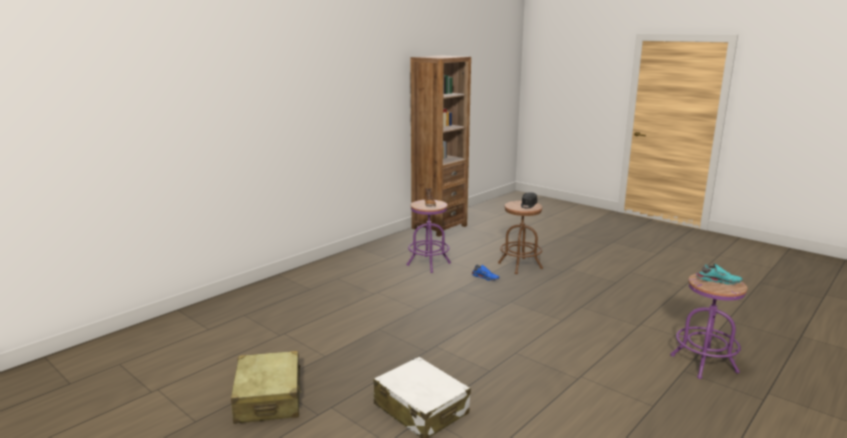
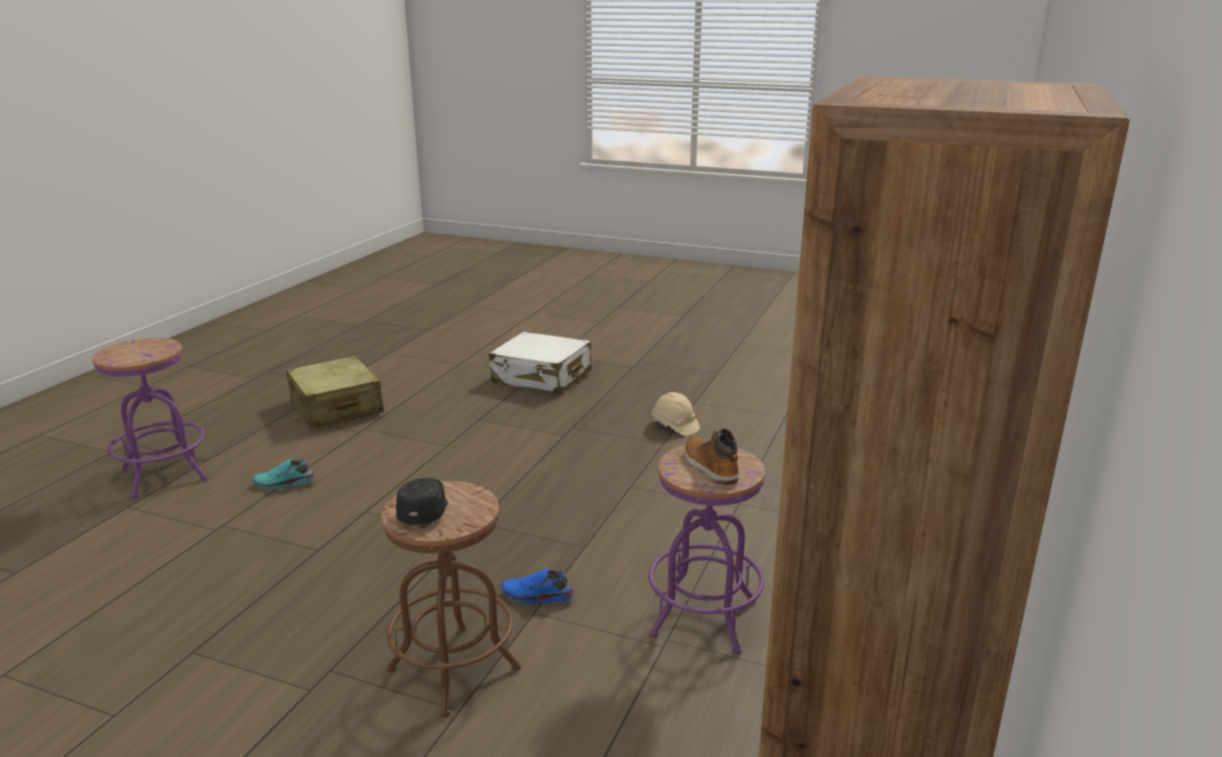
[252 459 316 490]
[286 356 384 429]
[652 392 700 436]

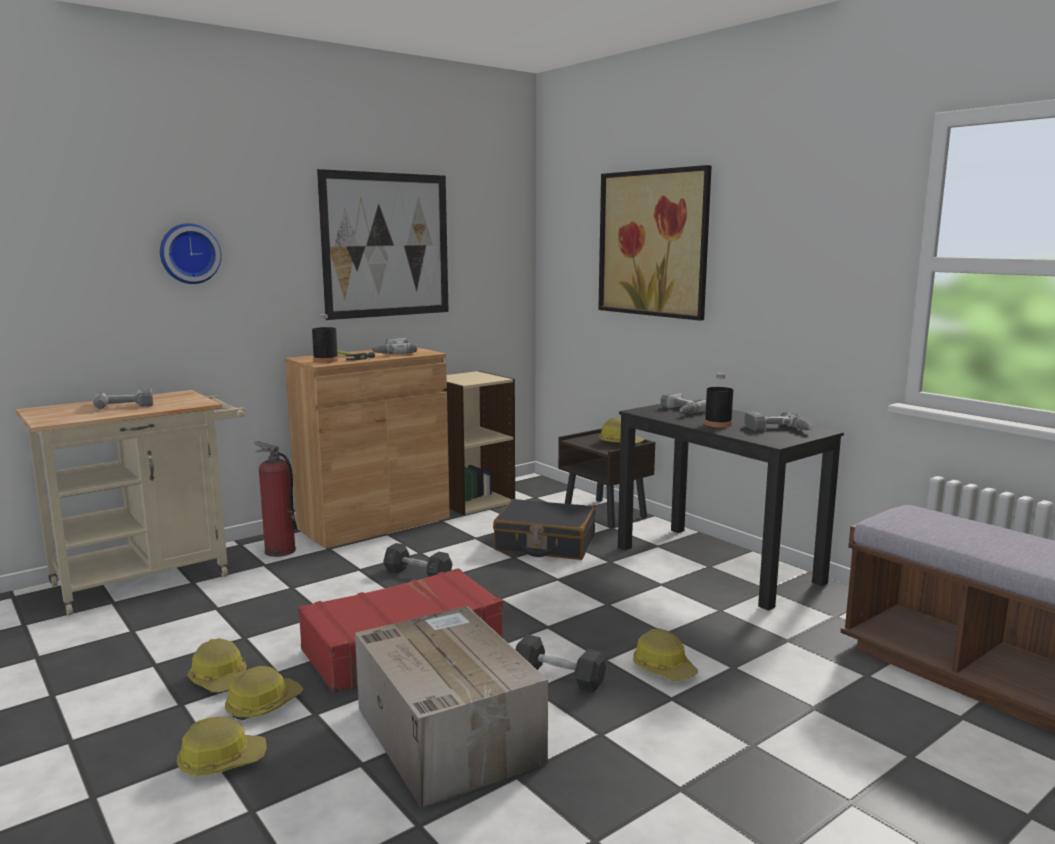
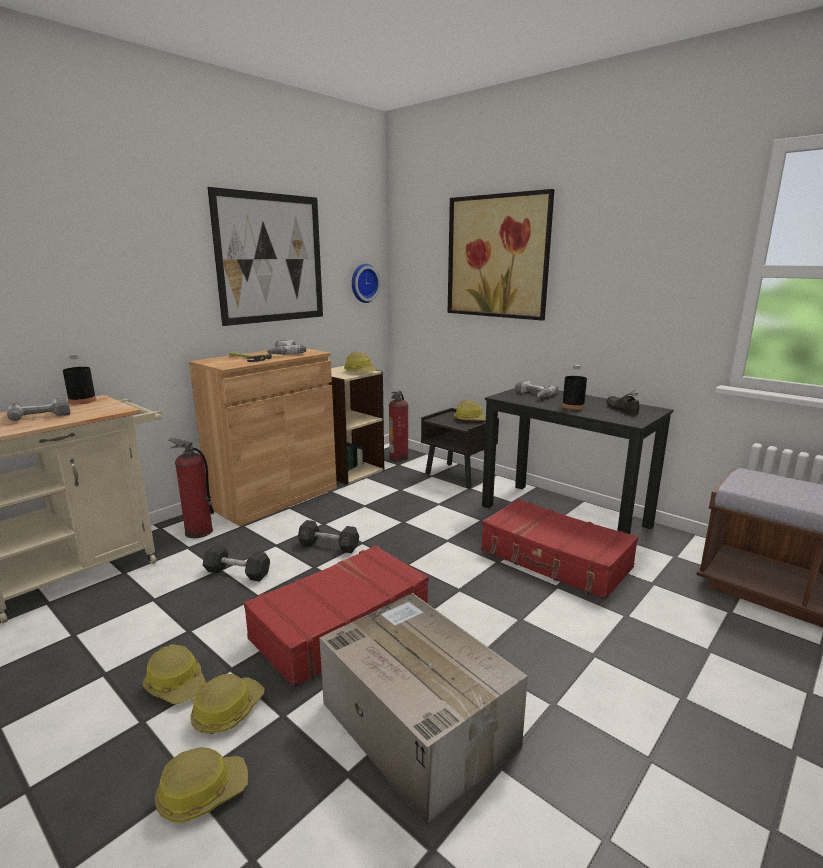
[352 264 381 303]
[63 354 96 404]
[606 389 640 415]
[493 499 595 560] (first image)
[344 352 378 372]
[203 544 270 582]
[389 391 409 462]
[481 499 638 600]

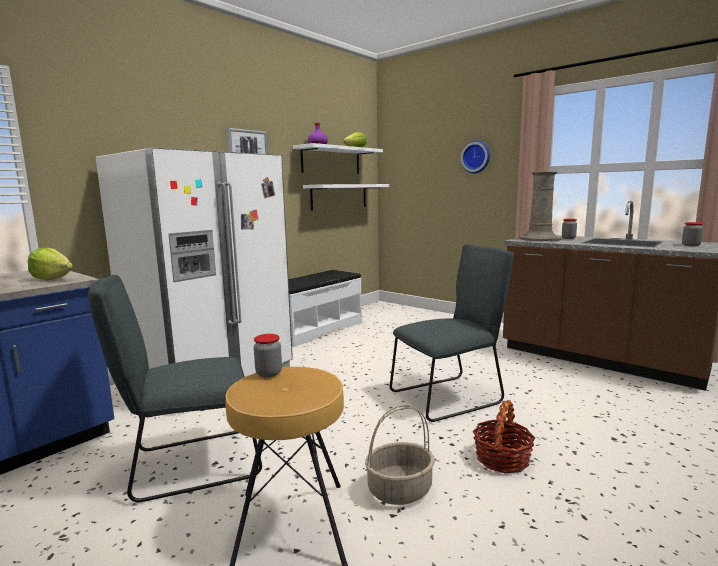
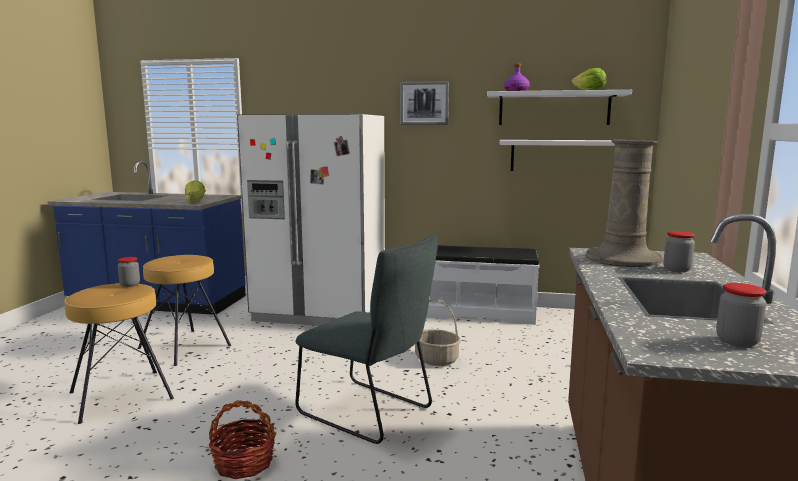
[461 140 490 174] (first image)
[138 255 231 366]
[415 299 461 366]

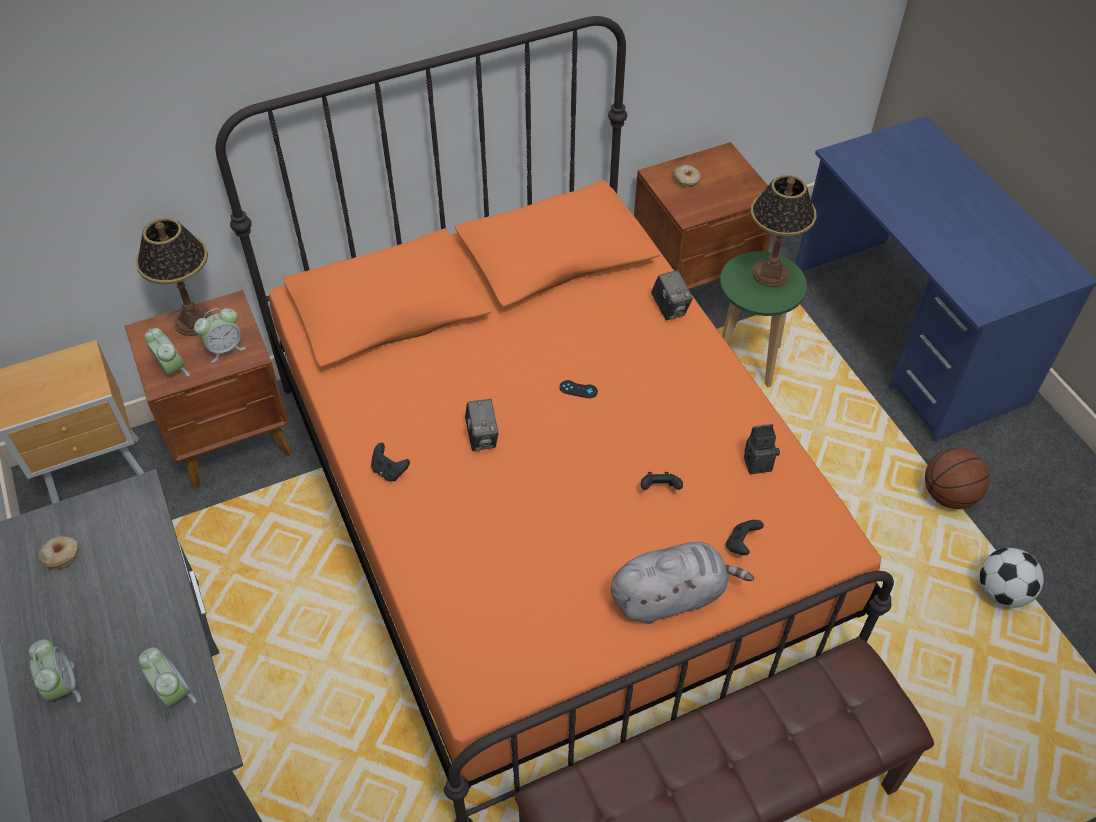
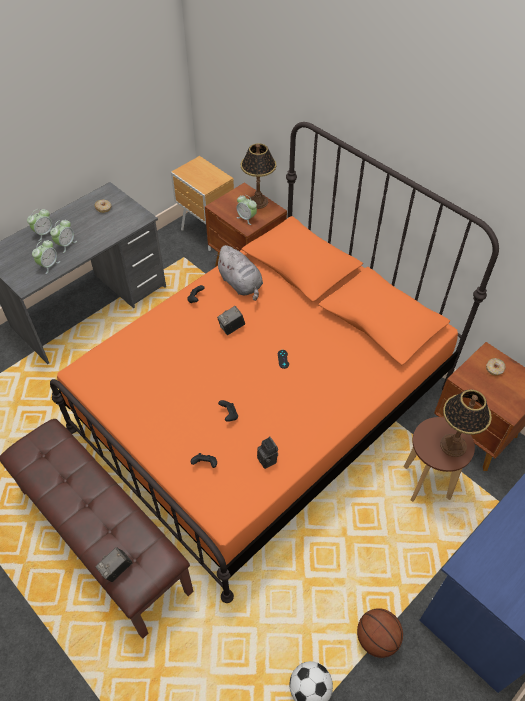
[404 417 475 502]
[96 547 132 582]
[50 220 77 253]
[214 245 263 301]

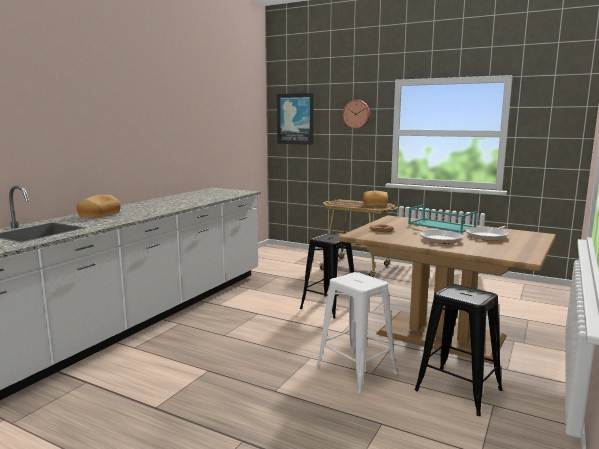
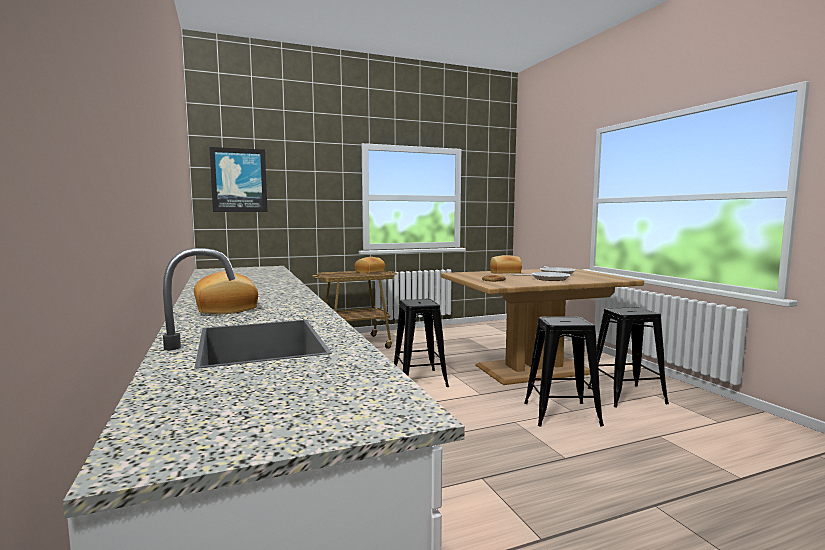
[342 100 370 129] (first image)
[490 255 522 273]
[524 317 604 427]

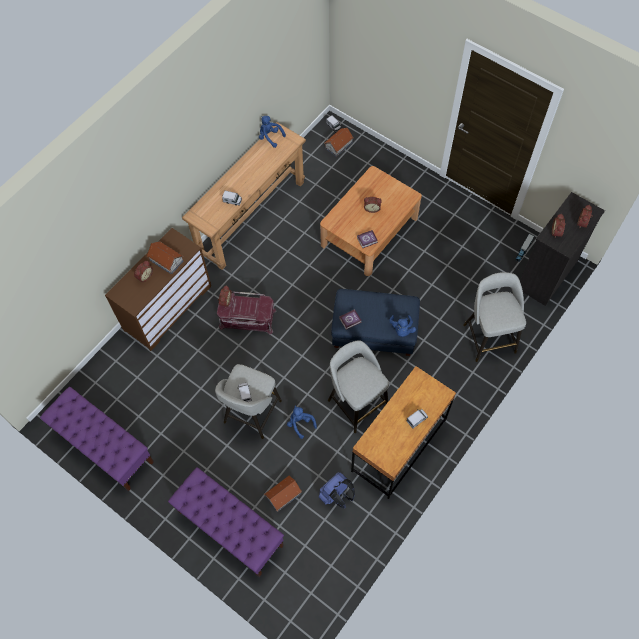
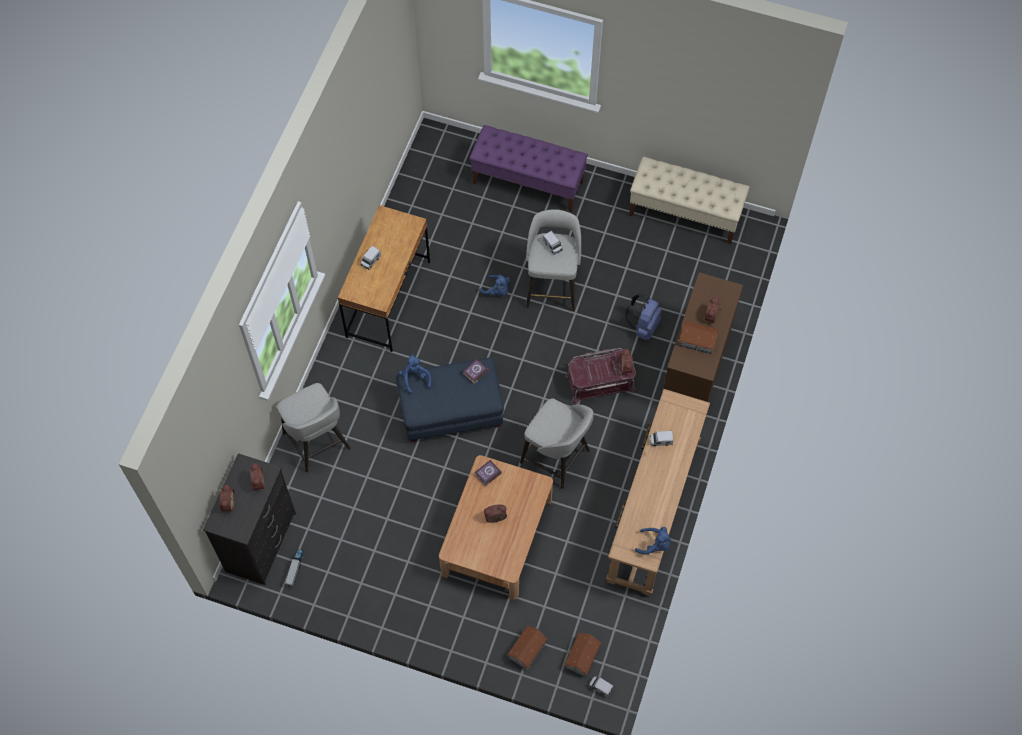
[520 398 593 489]
[629 157 750 245]
[626 294 662 340]
[507 625 548 671]

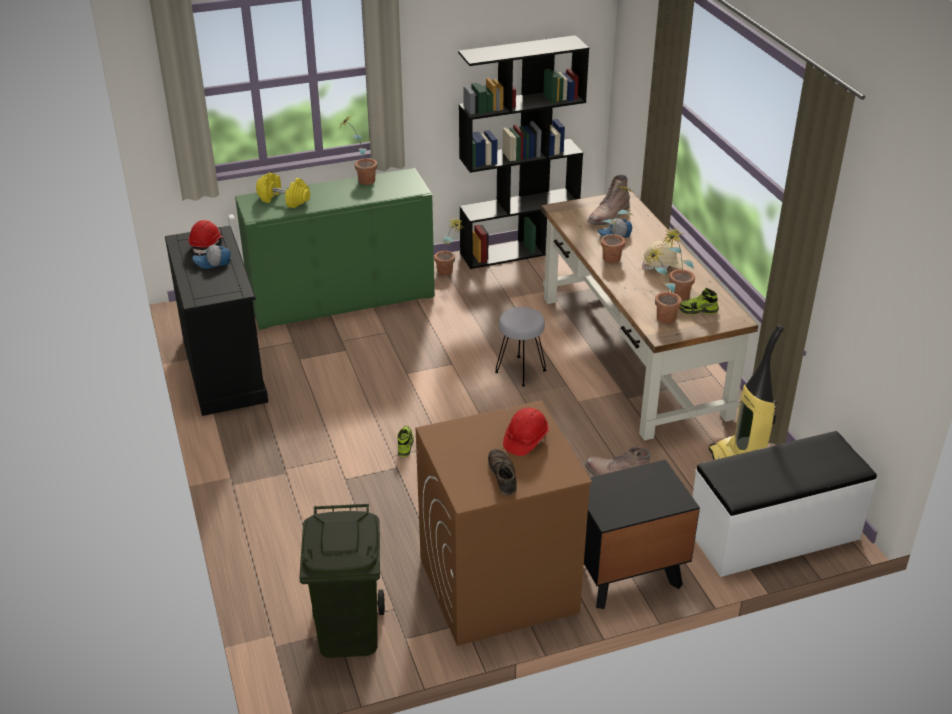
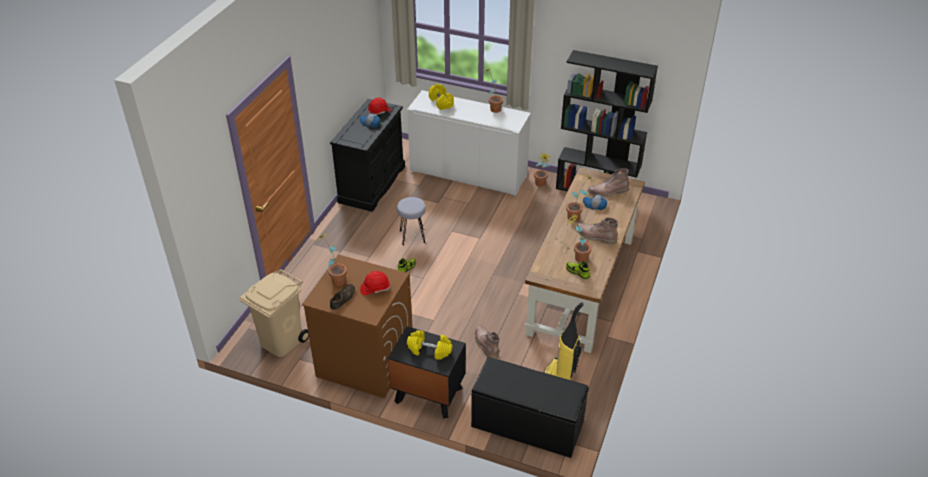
[407 90 531 196]
[577 217 618 245]
[316 233 347 286]
[397 197 426 245]
[471 357 589 458]
[240 269 309 357]
[407 330 452 360]

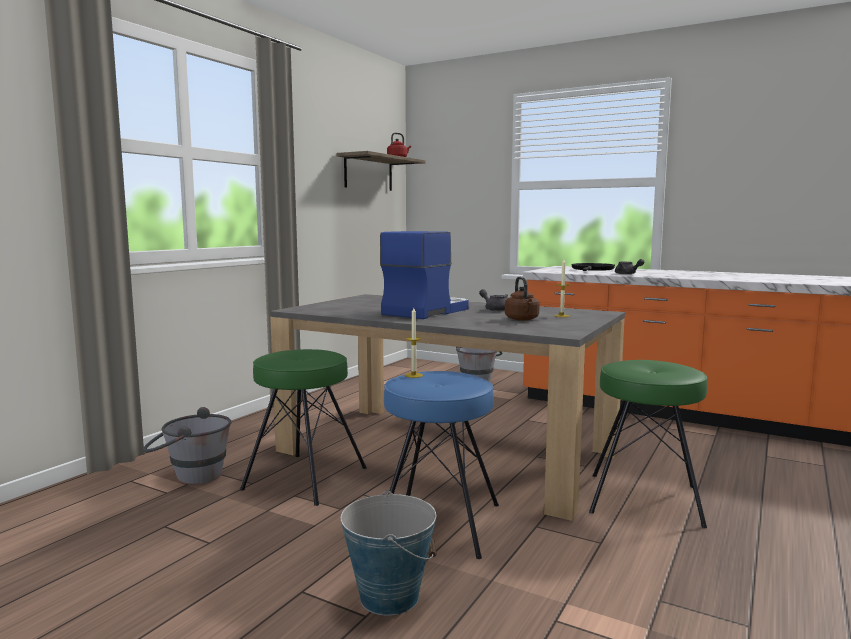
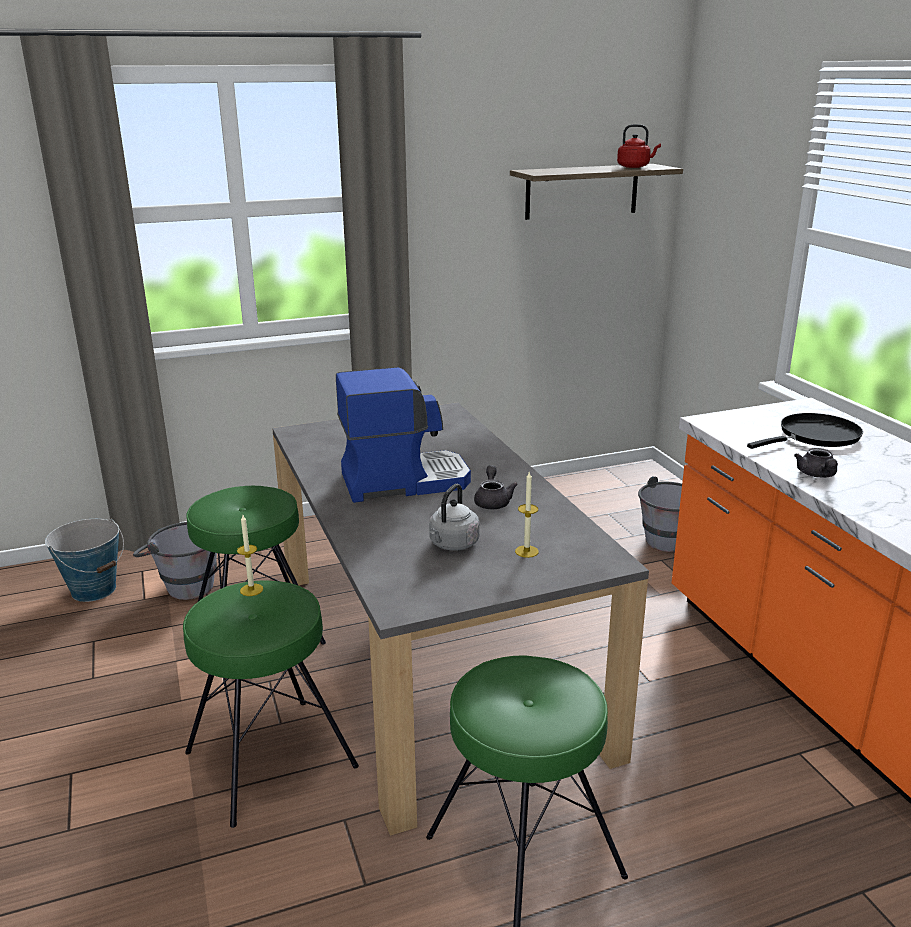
[429 484 479 551]
[183 580 359 828]
[45 519 124 602]

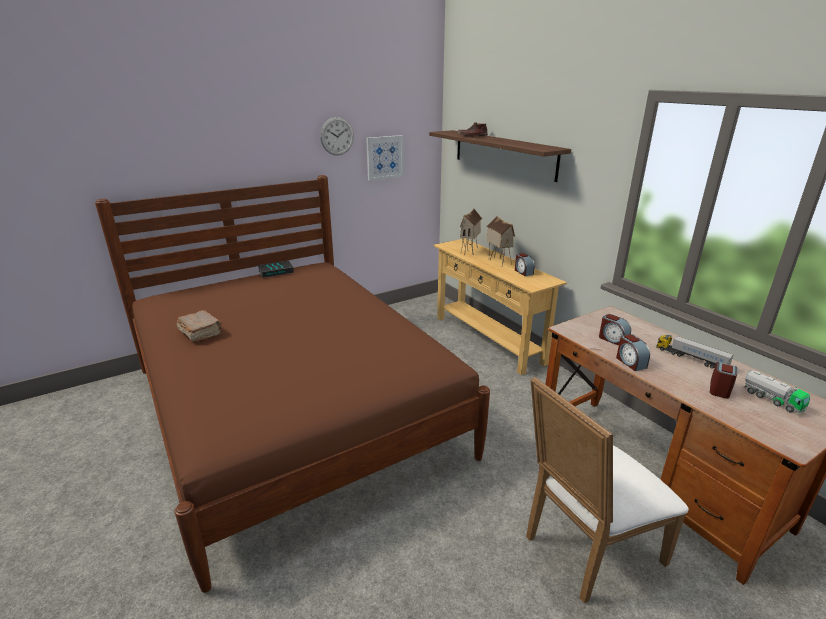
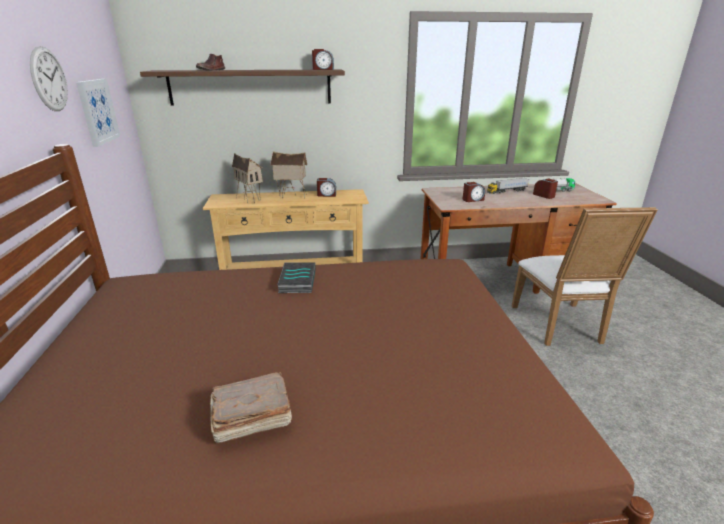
[277 262 316 293]
[312 49 334 70]

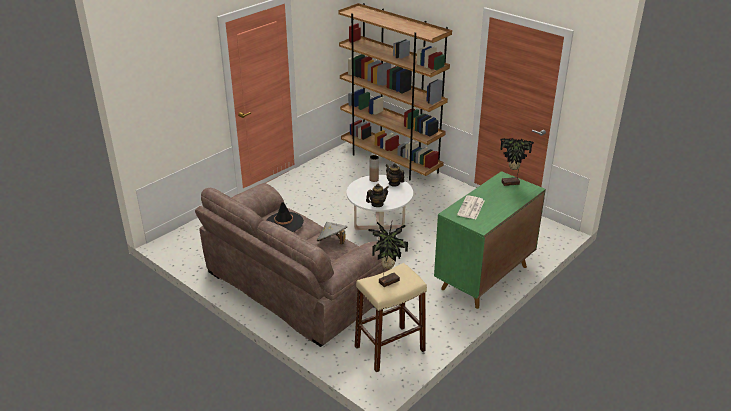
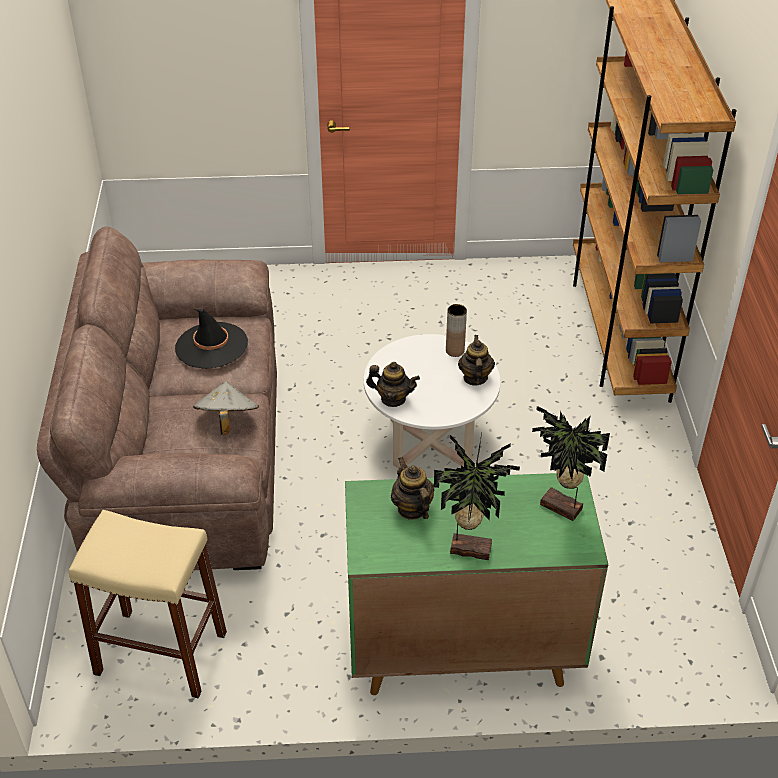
[391 457 434 520]
[434 433 520 560]

